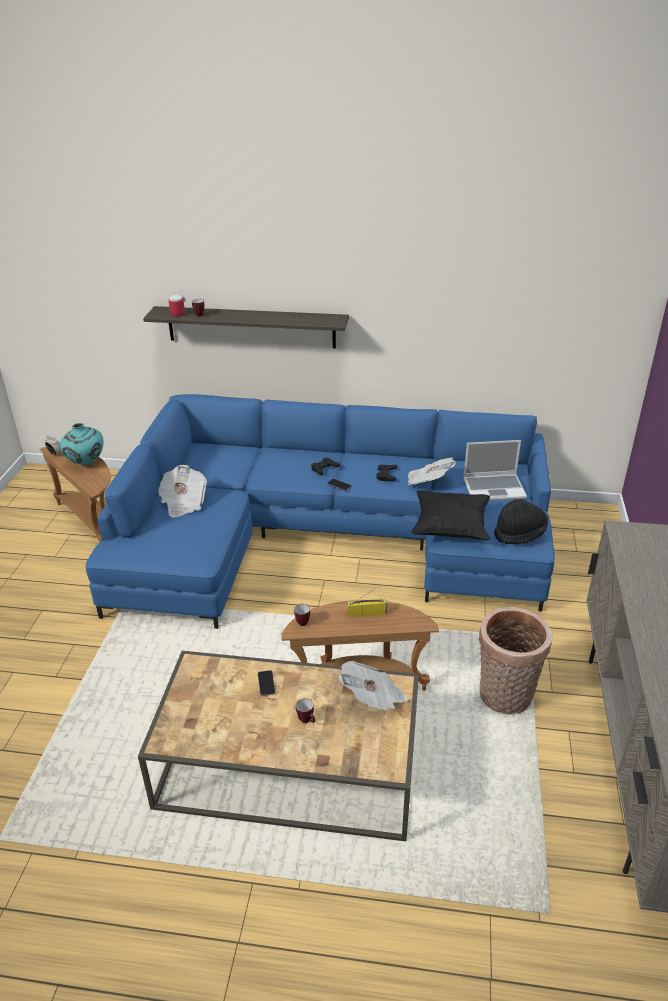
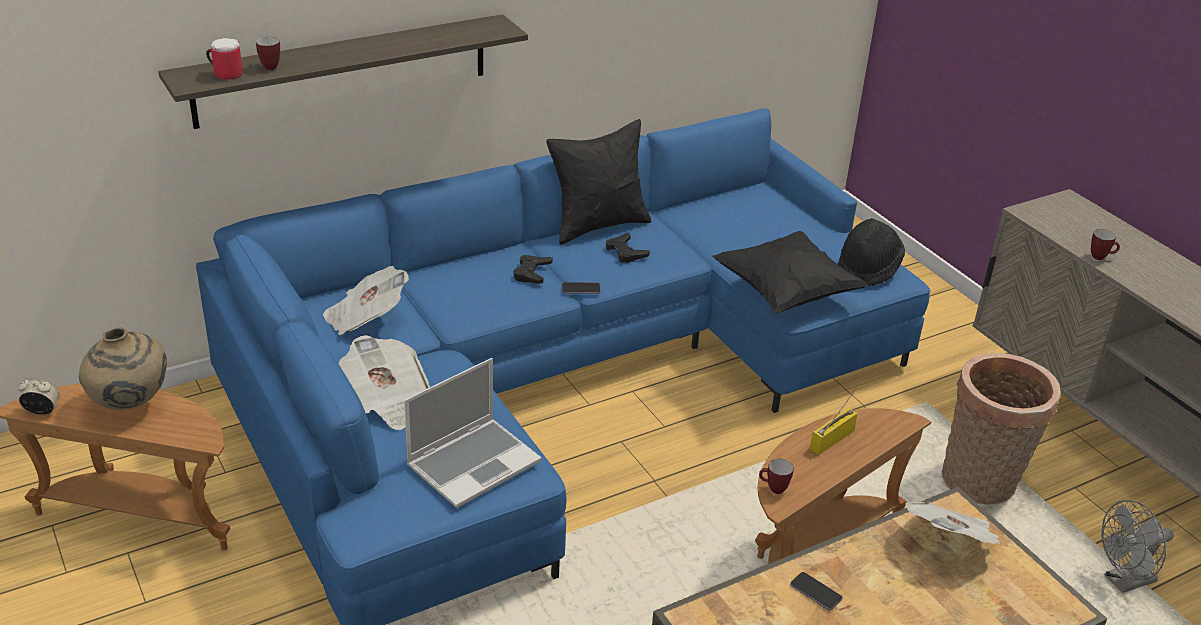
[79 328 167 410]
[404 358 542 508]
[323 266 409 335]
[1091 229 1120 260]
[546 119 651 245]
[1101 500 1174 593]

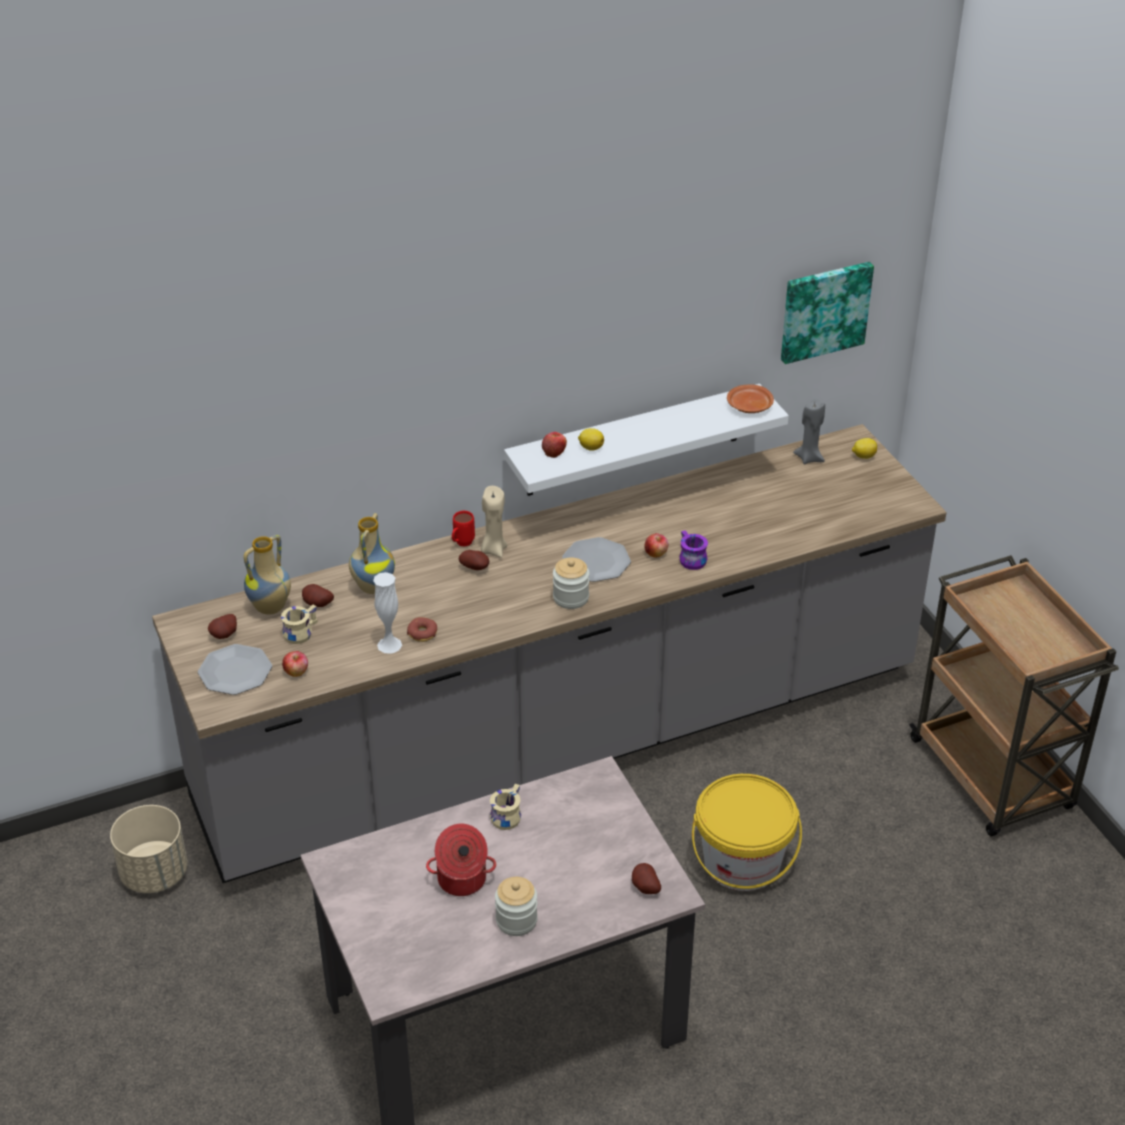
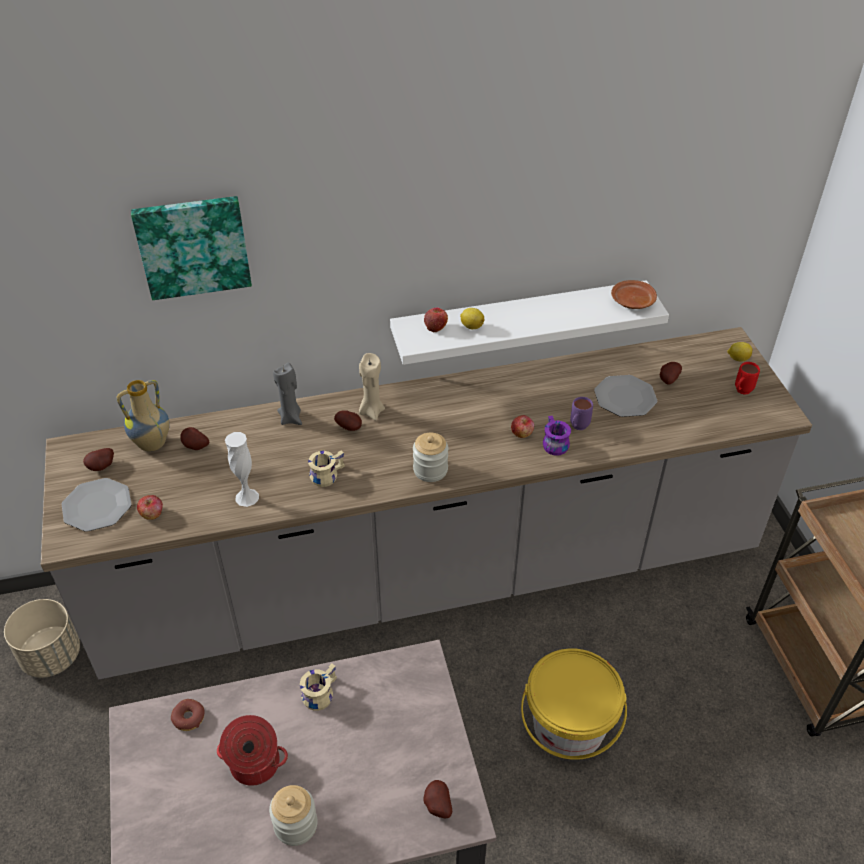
[131 196 252 300]
[273 363 302 425]
[735 362 760 395]
[349 513 395 594] (first image)
[594 375 657 417]
[308 450 345 487]
[171 699 205 731]
[660 362 682 385]
[570 397 593 430]

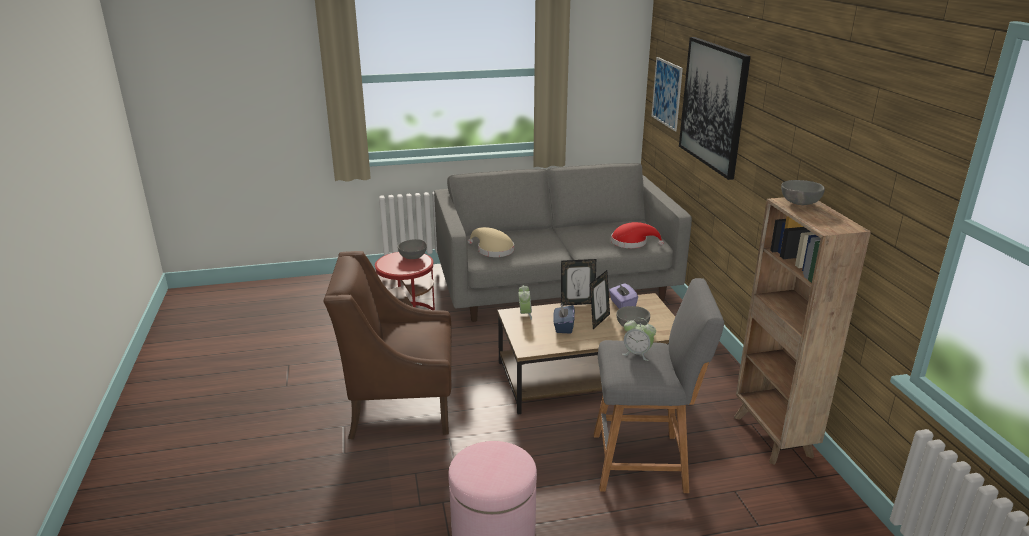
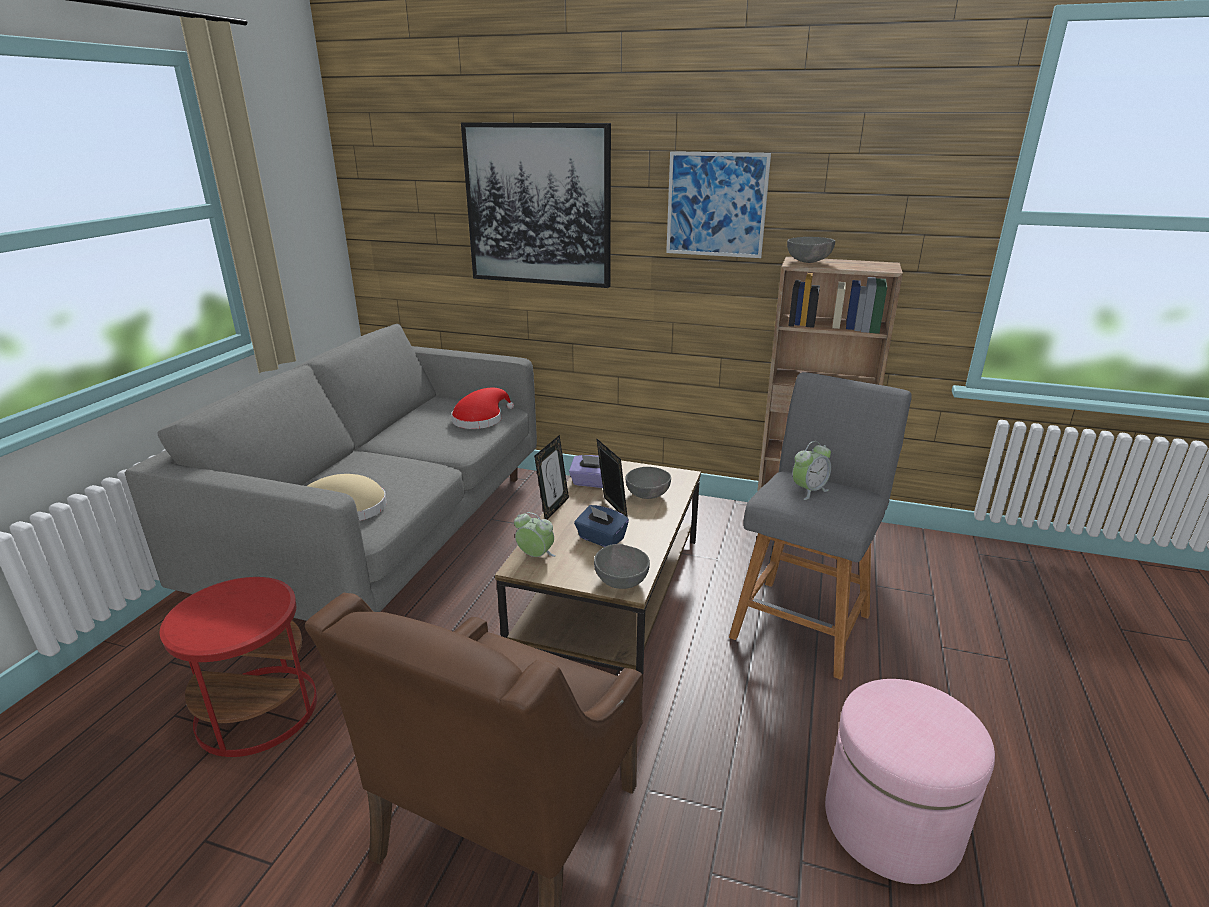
[666 151 771 258]
[594 544 650 589]

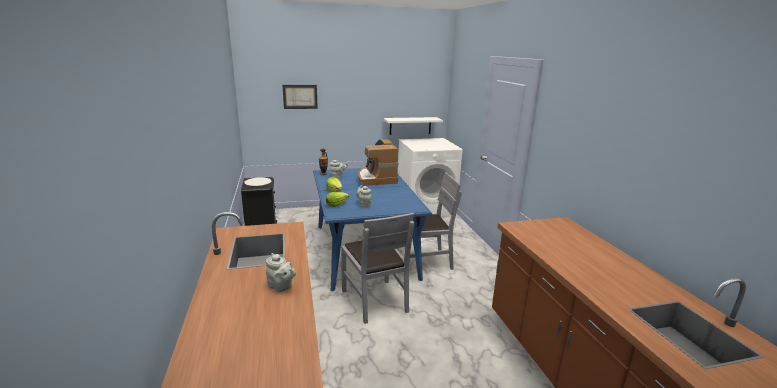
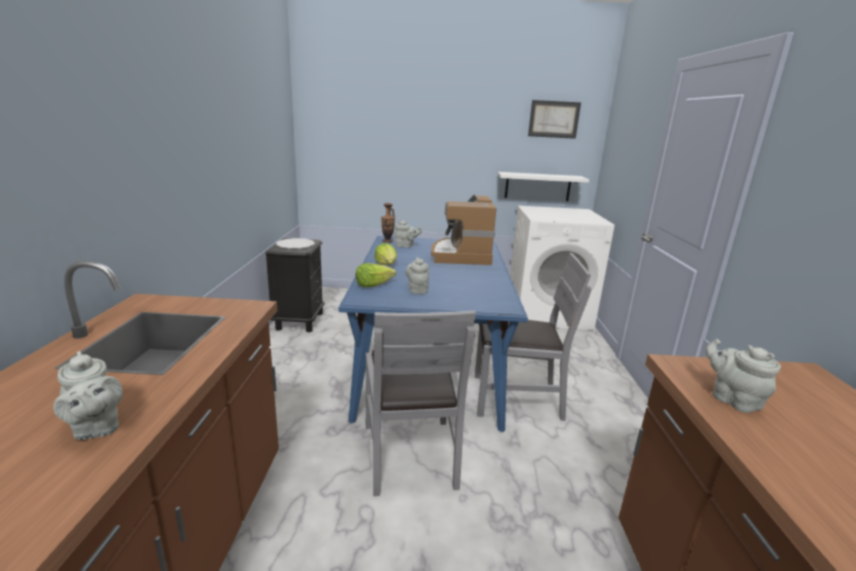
[528 100 581 139]
[705 339 781 413]

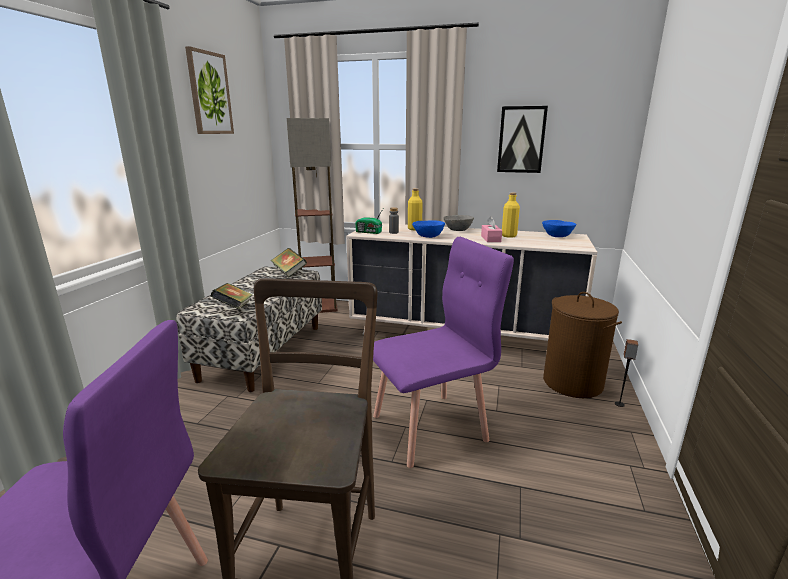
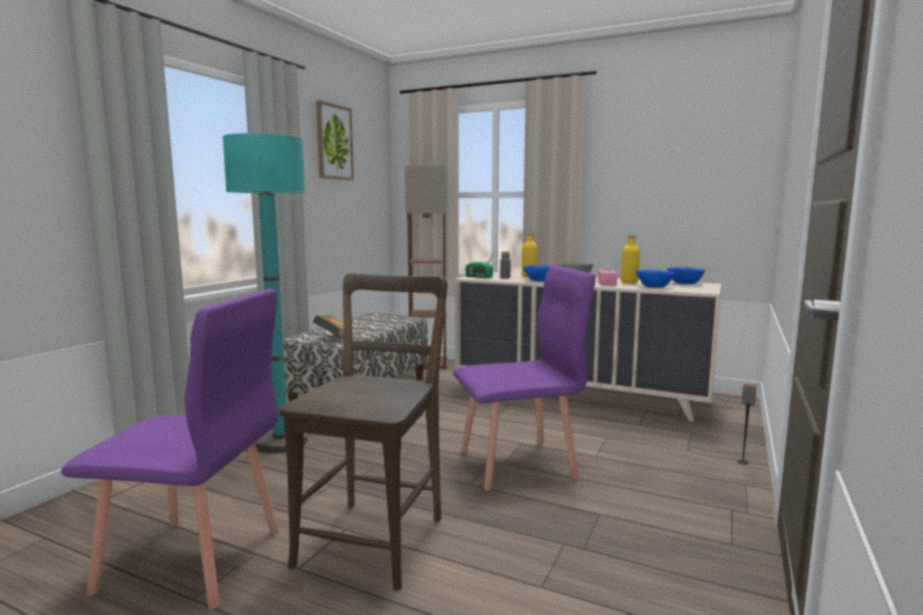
[497 106 548 173] (first image)
[271 248 307 277] (first image)
[543 292 622 398] (first image)
[223 133 308 453]
[636 270 675 288]

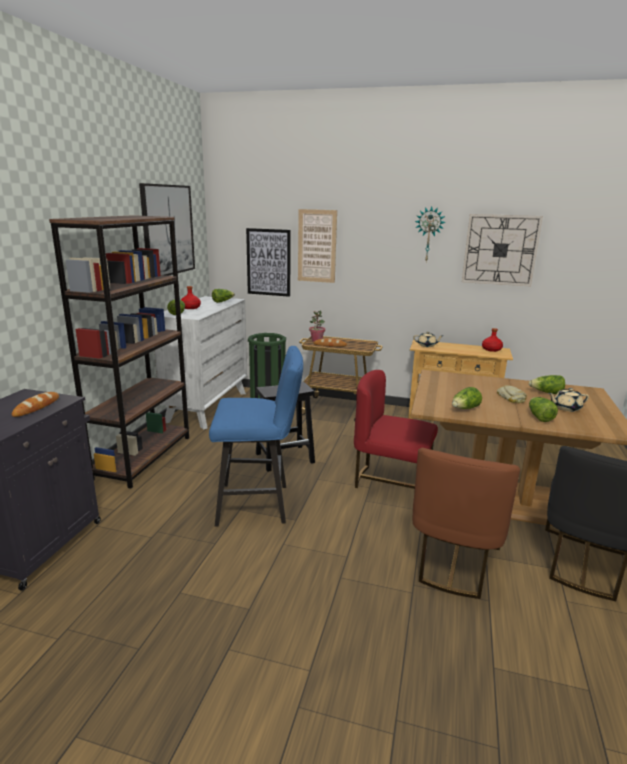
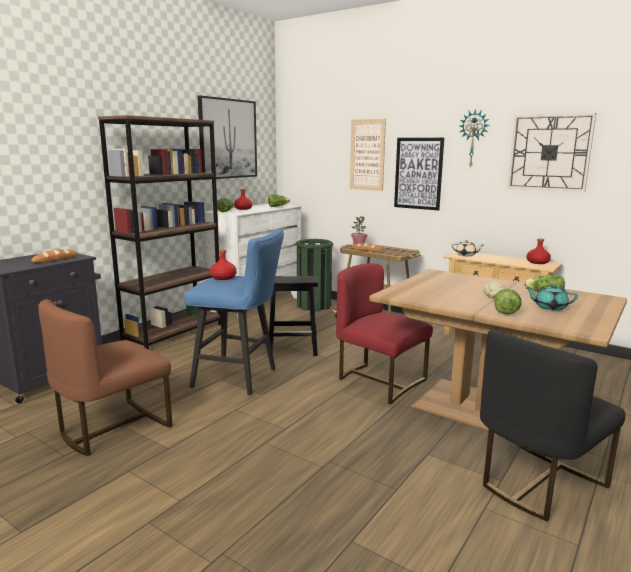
[394 138 444 210]
[452 387 482 409] (first image)
[525 284 578 311]
[38 299 172 456]
[210 250 237 280]

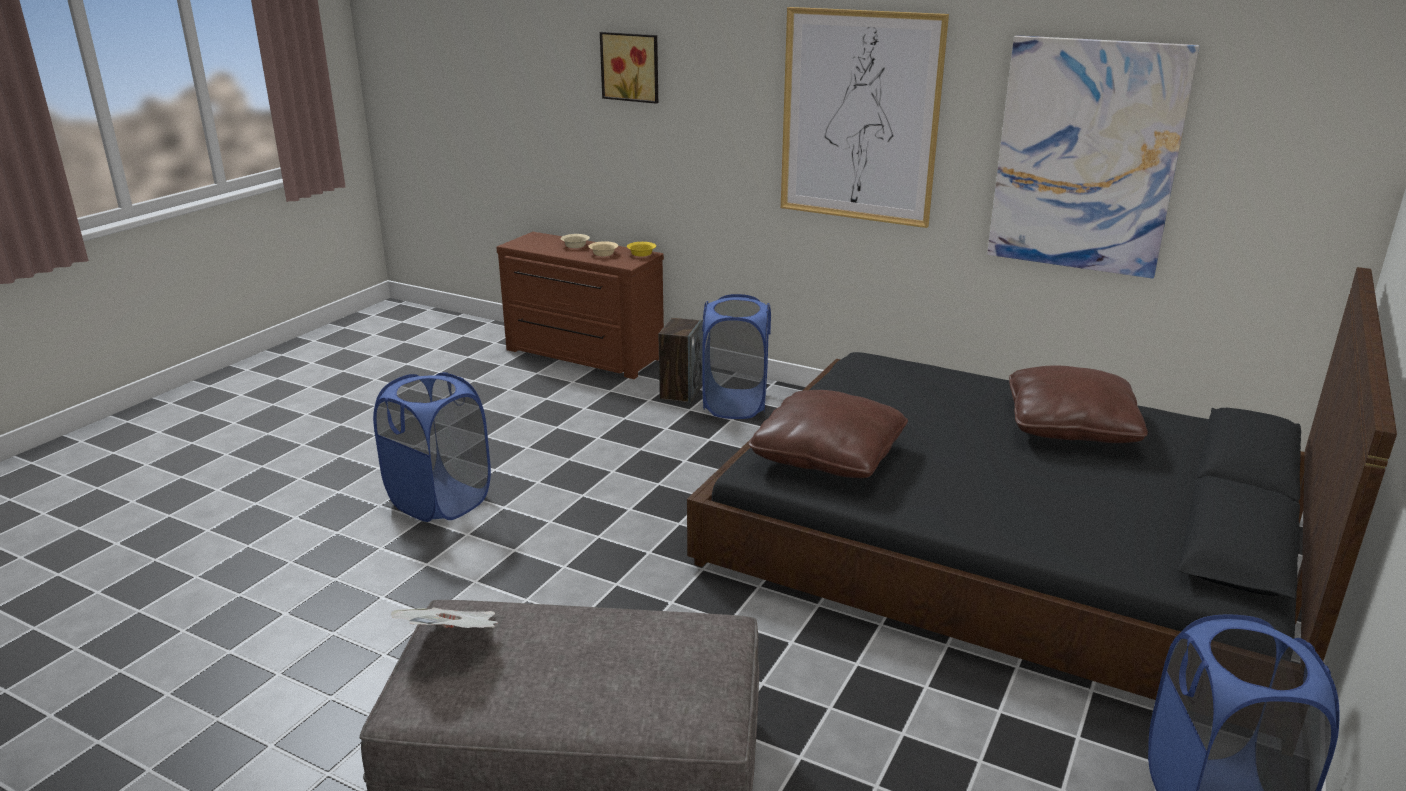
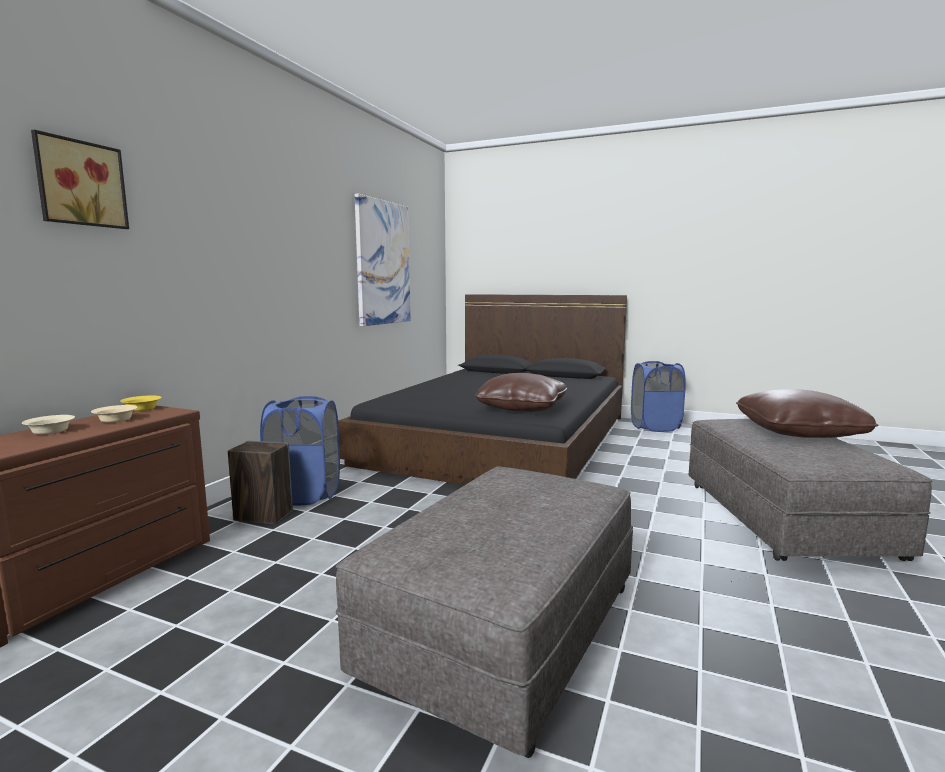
[781 7 949 228] (first image)
[736 389 878 438]
[336 466 633 758]
[391 608 498 628] (first image)

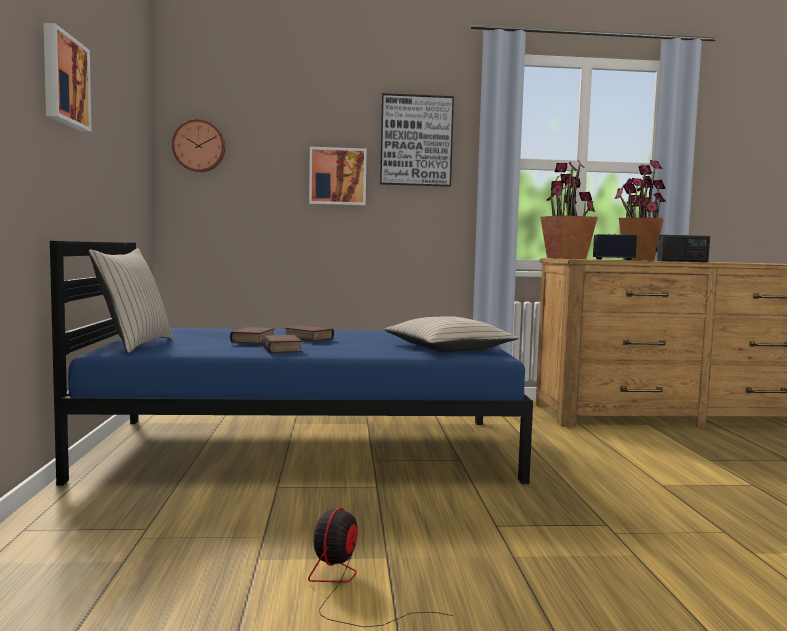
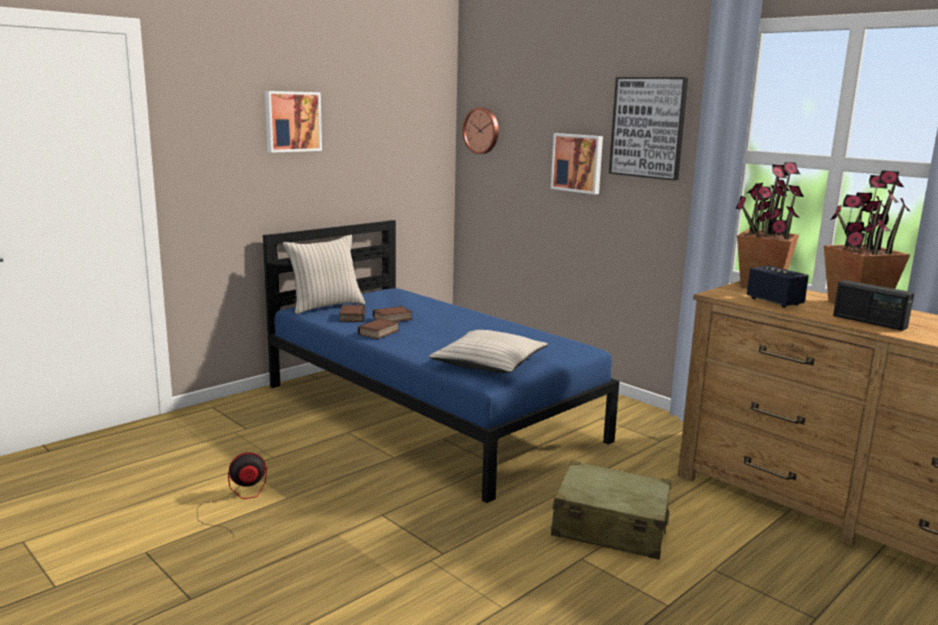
[339 305 366 322]
[551 460 671 560]

